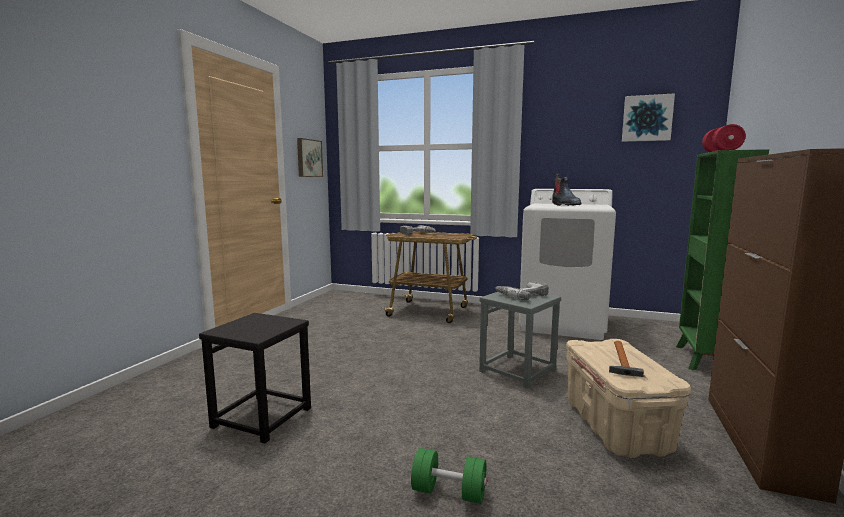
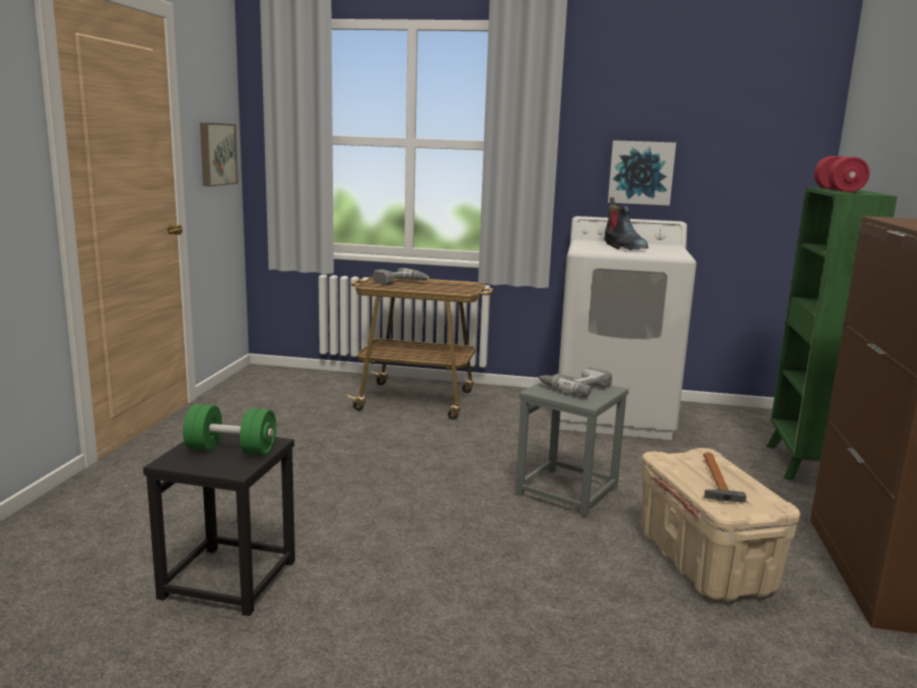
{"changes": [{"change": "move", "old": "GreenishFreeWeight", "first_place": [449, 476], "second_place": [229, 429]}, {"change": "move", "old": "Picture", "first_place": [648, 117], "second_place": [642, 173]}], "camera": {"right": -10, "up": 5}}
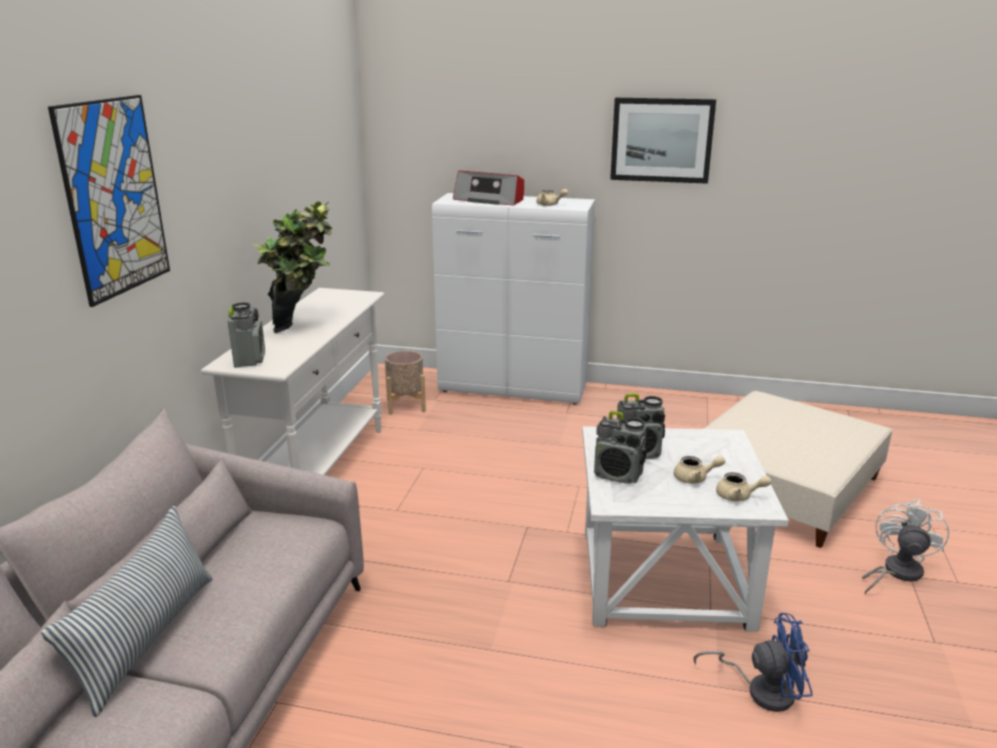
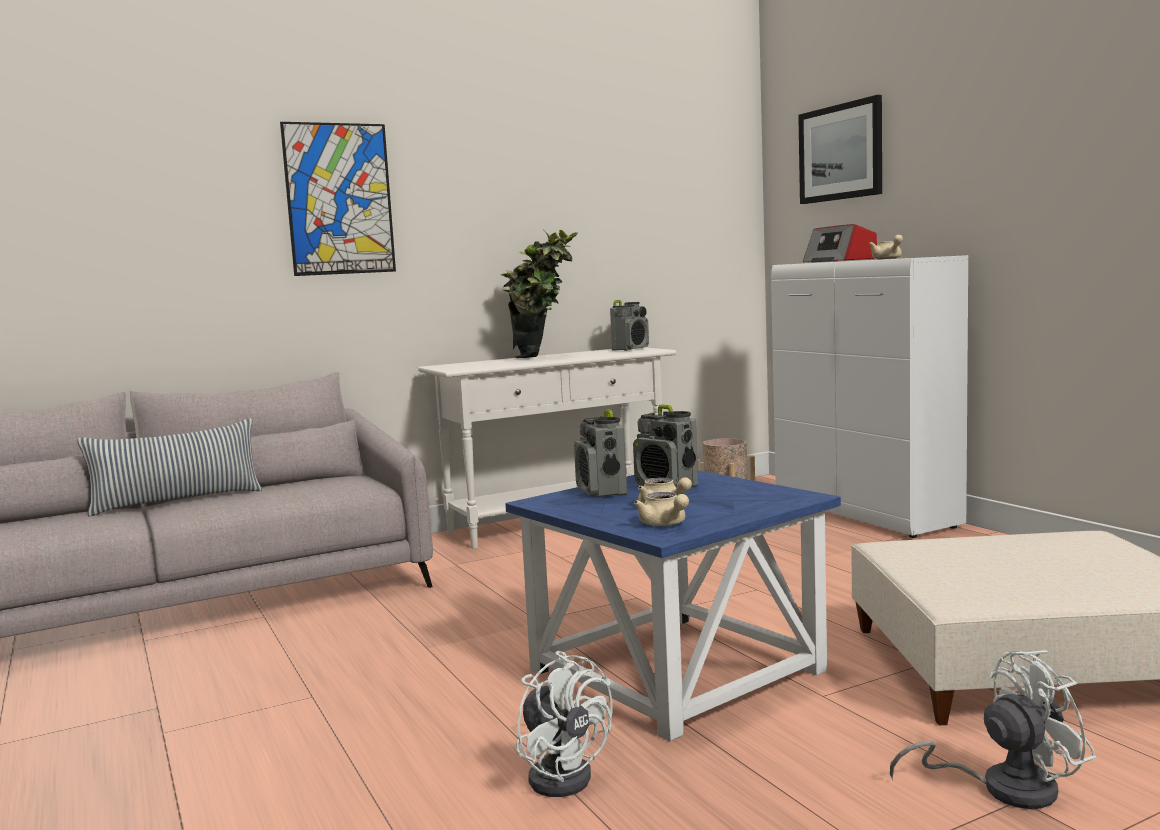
{"changes": [{"change": "move", "old": "Radio", "first_place": [246, 335], "second_place": [629, 325]}, {"change": "move", "old": "Picture", "first_place": [663, 141], "second_place": [840, 149]}, {"change": "recolor", "old": "WhitishSideTable", "new": "BlueColouredSideTable", "first_place": [685, 529], "second_place": [673, 605]}, {"change": "recolor", "old": "BlueColouredFan", "new": "WhitishFan", "first_place": [753, 662], "second_place": [564, 724]}], "camera": {"right": 50, "up": -15}}
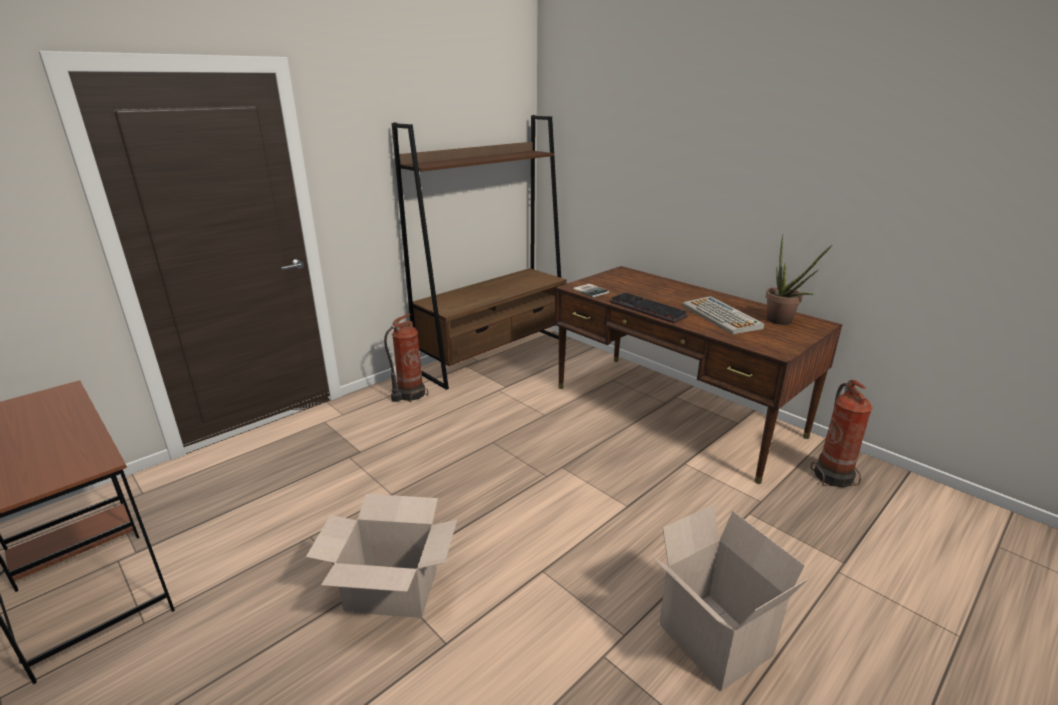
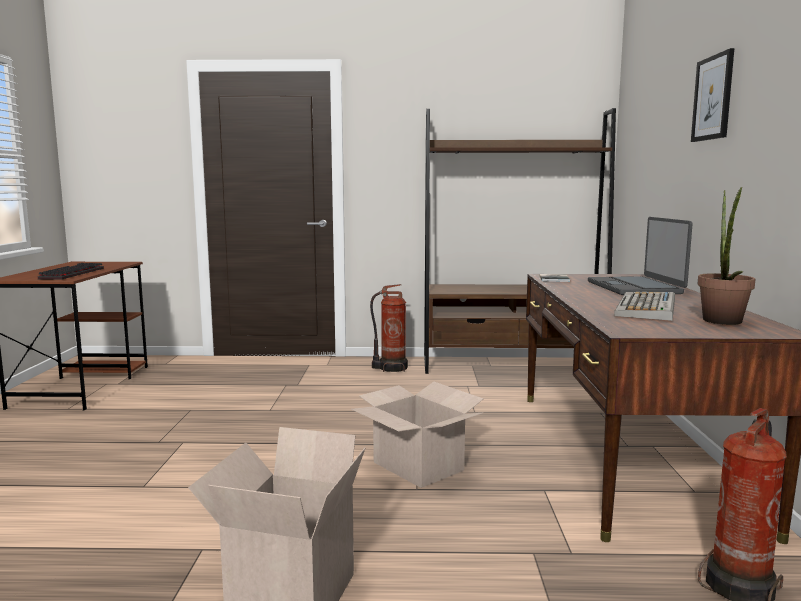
{"changes": [{"change": "insert", "new": "PortableComputer", "second_place": [640, 256]}, {"change": "insert", "new": "Picture", "second_place": [712, 95]}, {"change": "move", "old": "CardboardBox", "first_place": [381, 556], "second_place": [417, 435]}, {"change": "move", "old": "ComputerKeyboard", "first_place": [649, 308], "second_place": [71, 271]}], "camera": {"right": 45, "up": -15}}
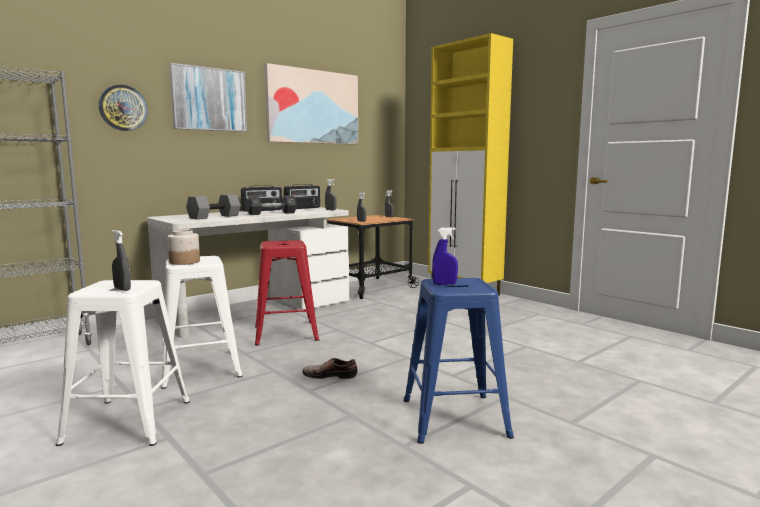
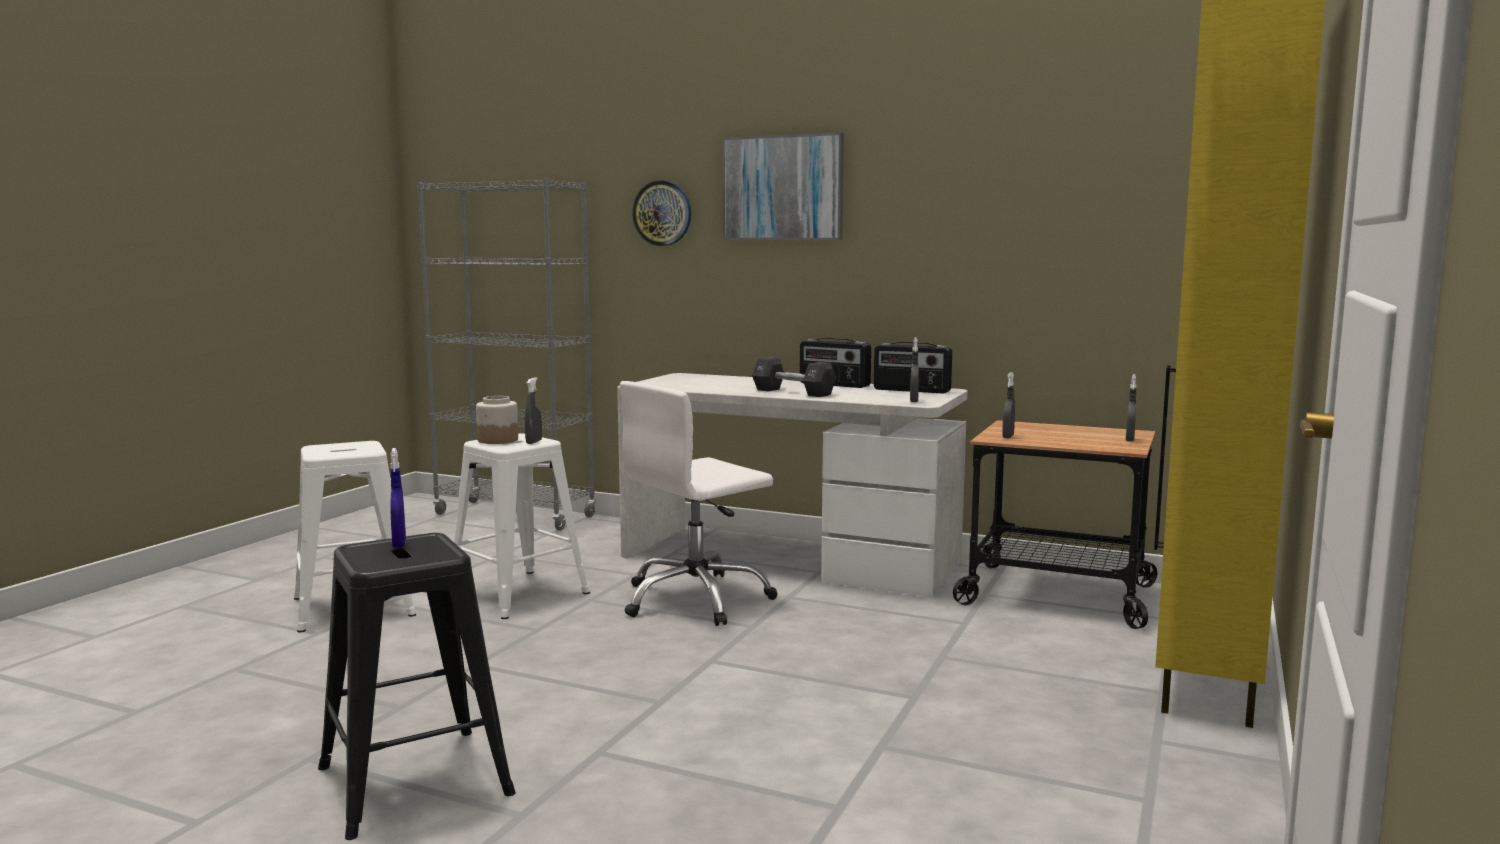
{"changes": [{"change": "delete", "old": "GreyishFreeWeight", "first_place": [213, 206]}, {"change": "delete", "old": "Picture", "first_place": [311, 103]}, {"change": "delete", "old": "Shoe", "first_place": [330, 368]}, {"change": "move", "old": "GreyishSprayer", "first_place": [121, 260], "second_place": [533, 410]}, {"change": "replace", "old": "RedStool", "new": "WhitishDeskChair", "first_place": [287, 293], "second_place": [699, 503]}, {"change": "recolor", "old": "BlueColouredStool", "new": "BlackStool", "first_place": [459, 361], "second_place": [417, 686]}], "camera": {"right": 65, "up": 0}}
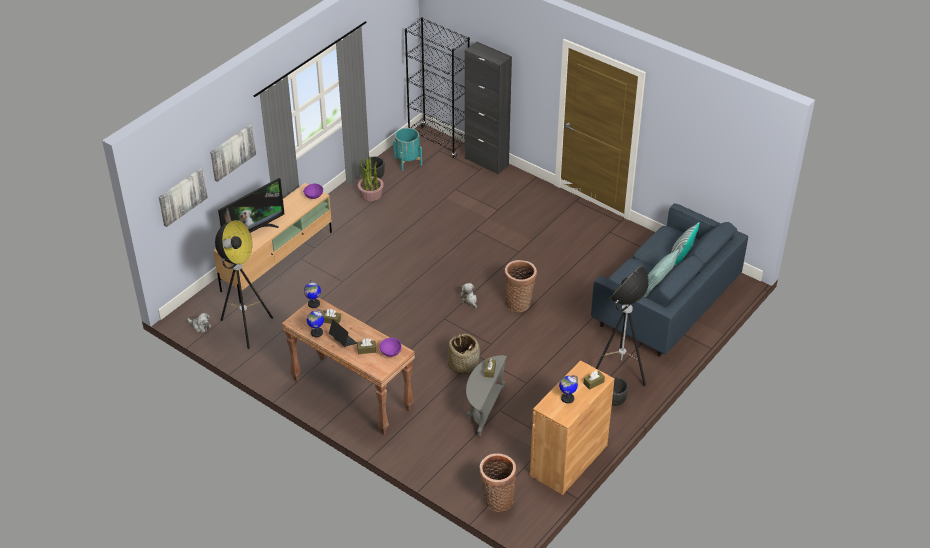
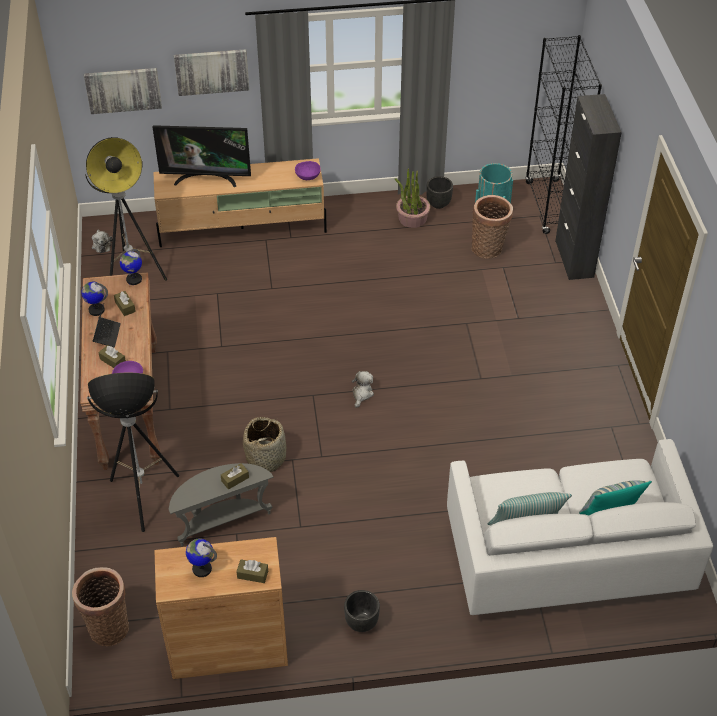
{"changes": [{"change": "move", "old": "StorageBasket", "first_place": [520, 286], "second_place": [492, 227]}, {"change": "move", "old": "FloorLamp", "first_place": [622, 325], "second_place": [133, 452]}, {"change": "recolor", "old": "BlueColouredSofa", "new": "WhitishSofa", "first_place": [669, 280], "second_place": [580, 527]}], "camera": {"right": 45, "up": 5}}
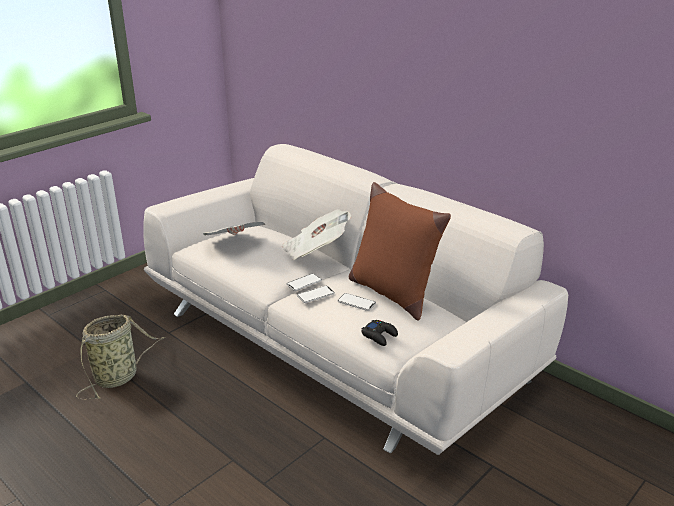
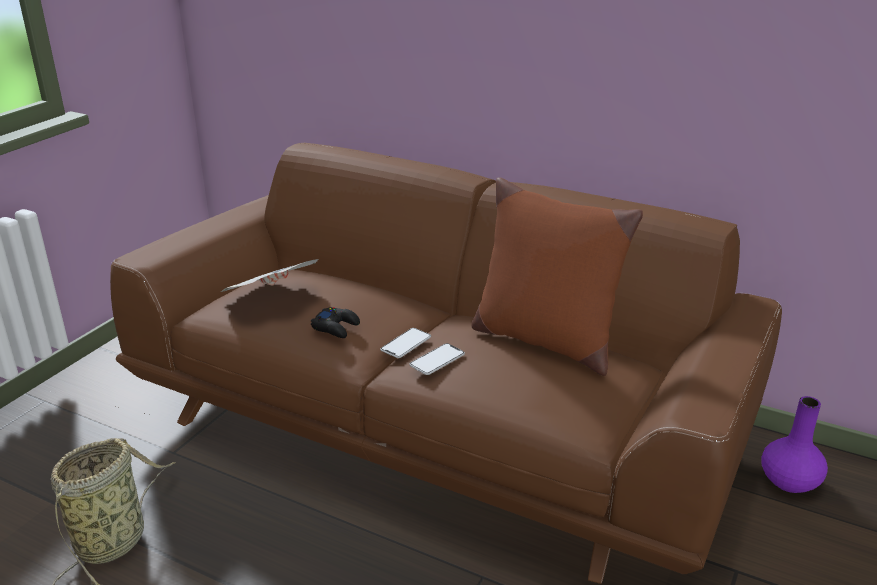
{"changes": [{"change": "delete", "old": "DailyPaper", "first_place": [317, 234]}, {"change": "delete", "old": "Telephone", "first_place": [356, 302]}, {"change": "insert", "new": "PurpleColouredDecorativeVase", "second_place": [795, 444]}, {"change": "move", "old": "BlackGameController", "first_place": [379, 333], "second_place": [335, 322]}, {"change": "recolor", "old": "WhitishSofa", "new": "BrownishSofa", "first_place": [355, 299], "second_place": [446, 363]}], "camera": {"right": -15, "up": 0}}
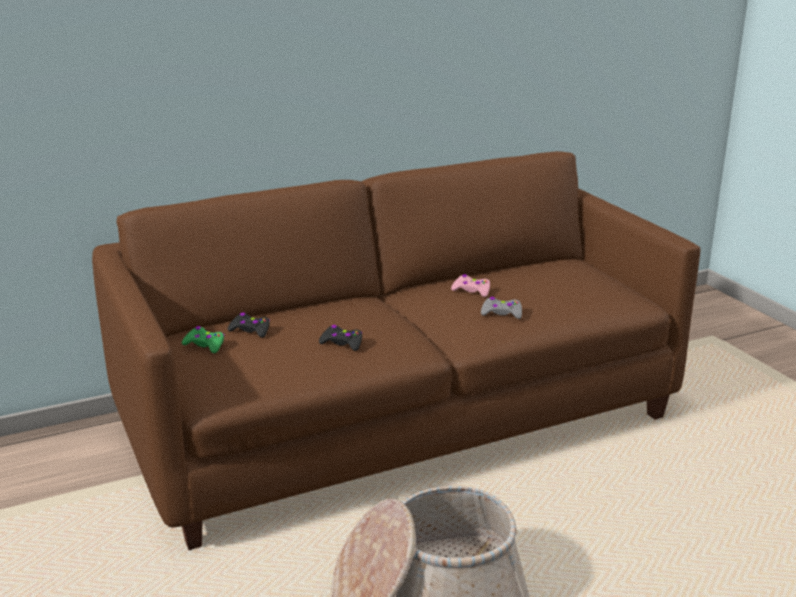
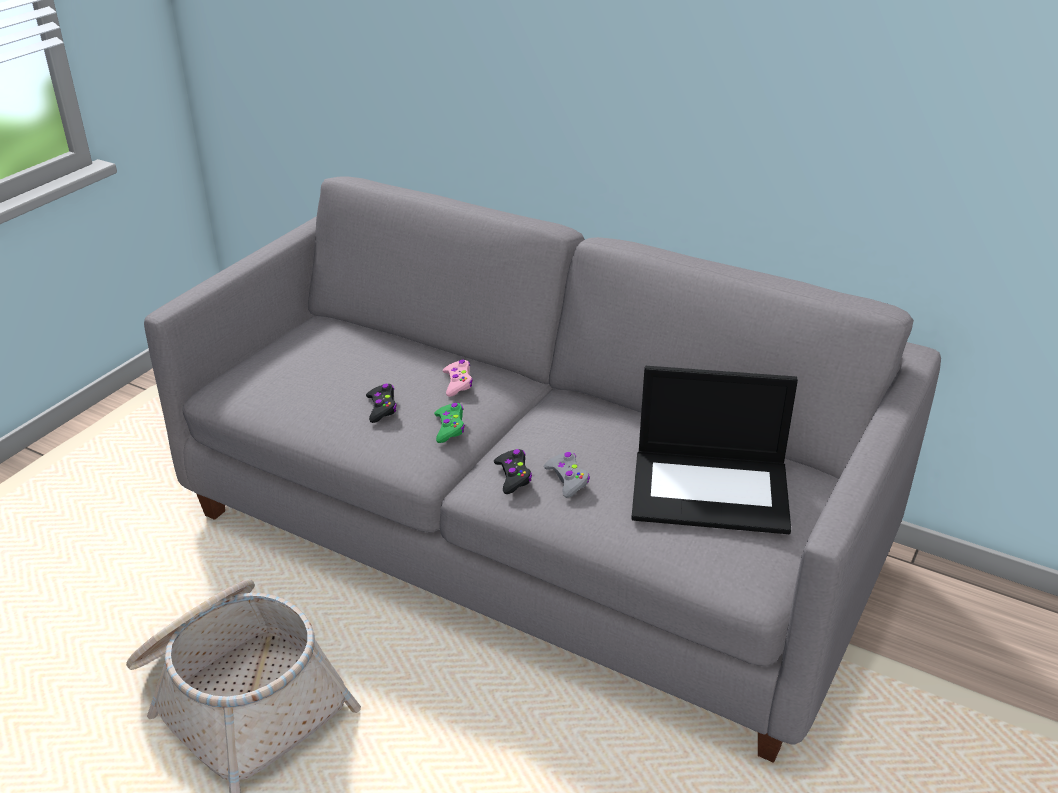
{"changes": [{"change": "insert", "new": "PortableComputer", "second_place": [714, 450]}, {"change": "move", "old": "GreenishGameController", "first_place": [203, 339], "second_place": [449, 423]}, {"change": "move", "old": "BlackGameController", "first_place": [249, 325], "second_place": [513, 471]}, {"change": "move", "old": "PinkColouredGameController", "first_place": [470, 285], "second_place": [458, 378]}, {"change": "recolor", "old": "BrownishSofa", "new": "GreyishSofa", "first_place": [396, 350], "second_place": [542, 469]}], "camera": {"right": 55, "up": 10}}
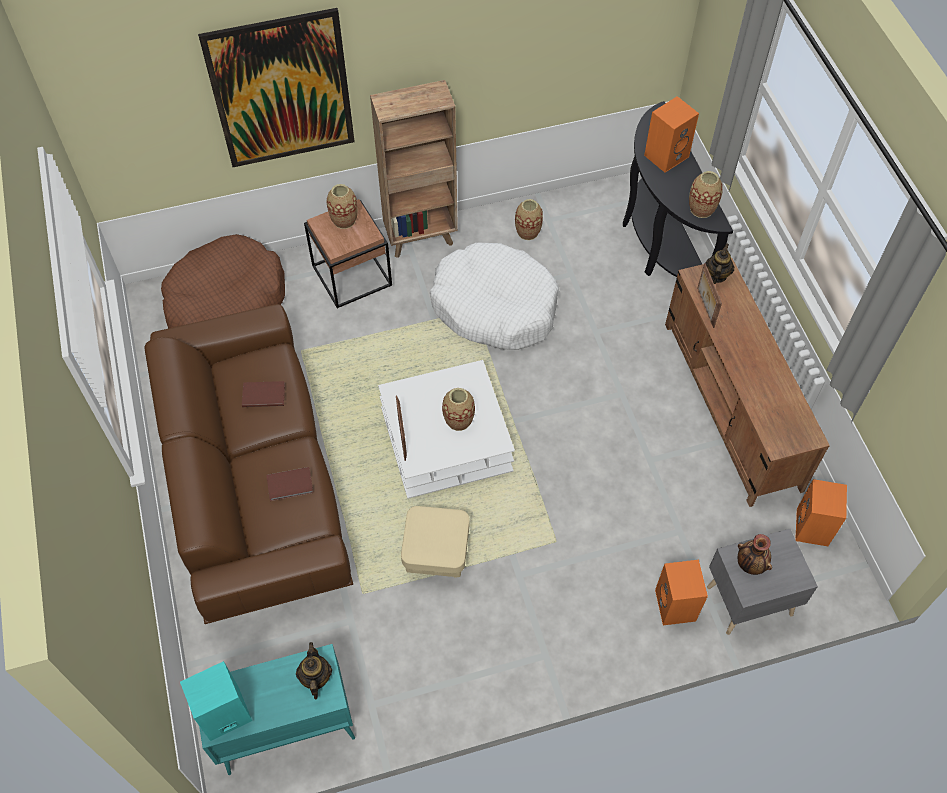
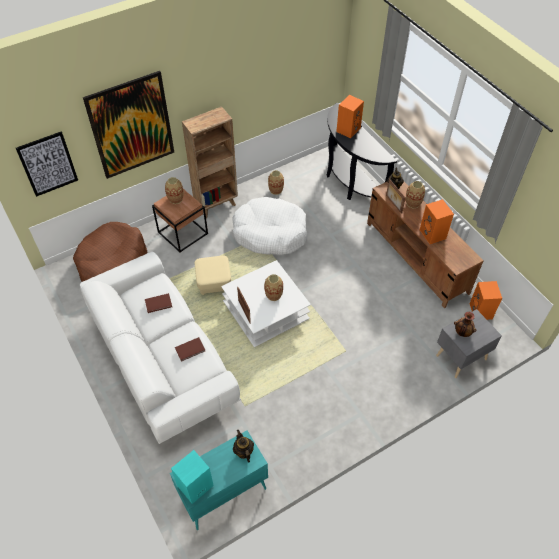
{"changes": [{"change": "insert", "new": "Picture", "second_place": [47, 164]}, {"change": "move", "old": "BeigePouffe", "first_place": [435, 542], "second_place": [212, 275]}, {"change": "move", "old": "OrangeyAudioSpeaker", "first_place": [681, 592], "second_place": [437, 221]}, {"change": "move", "old": "DecorativeVase", "first_place": [706, 194], "second_place": [415, 194]}, {"change": "recolor", "old": "BrownishSofa", "new": "WhitishSofa", "first_place": [248, 464], "second_place": [160, 348]}], "camera": {"right": -15, "up": -5}}
